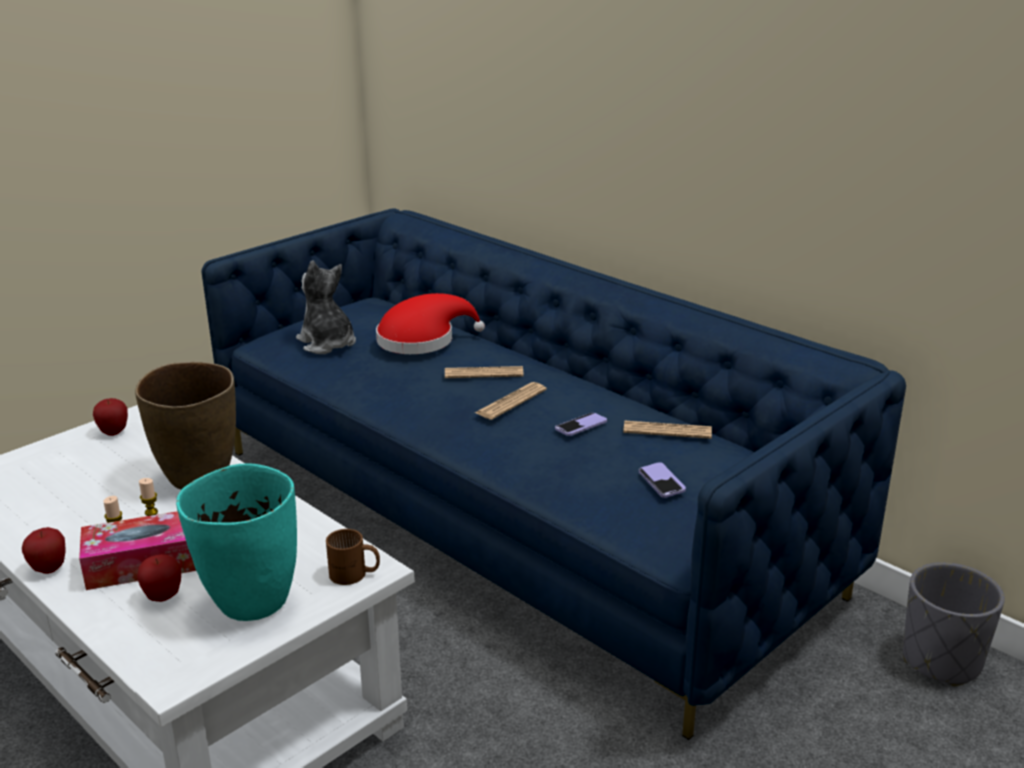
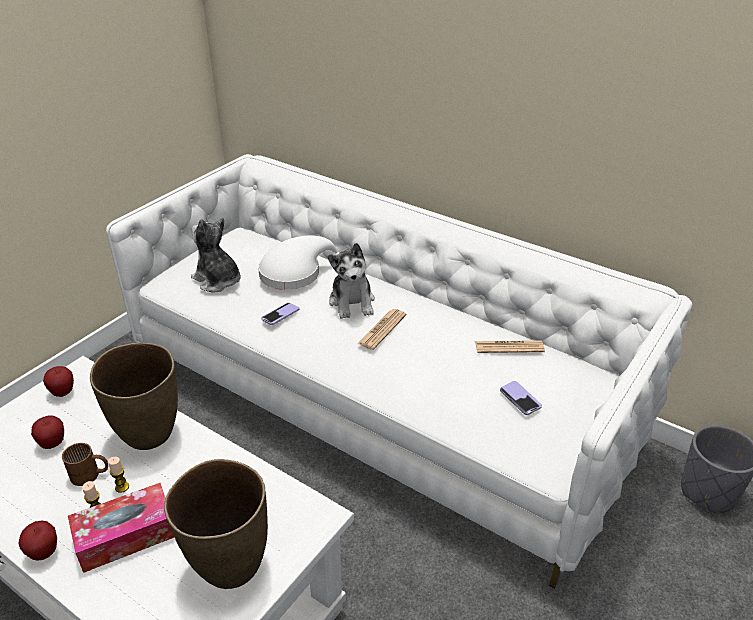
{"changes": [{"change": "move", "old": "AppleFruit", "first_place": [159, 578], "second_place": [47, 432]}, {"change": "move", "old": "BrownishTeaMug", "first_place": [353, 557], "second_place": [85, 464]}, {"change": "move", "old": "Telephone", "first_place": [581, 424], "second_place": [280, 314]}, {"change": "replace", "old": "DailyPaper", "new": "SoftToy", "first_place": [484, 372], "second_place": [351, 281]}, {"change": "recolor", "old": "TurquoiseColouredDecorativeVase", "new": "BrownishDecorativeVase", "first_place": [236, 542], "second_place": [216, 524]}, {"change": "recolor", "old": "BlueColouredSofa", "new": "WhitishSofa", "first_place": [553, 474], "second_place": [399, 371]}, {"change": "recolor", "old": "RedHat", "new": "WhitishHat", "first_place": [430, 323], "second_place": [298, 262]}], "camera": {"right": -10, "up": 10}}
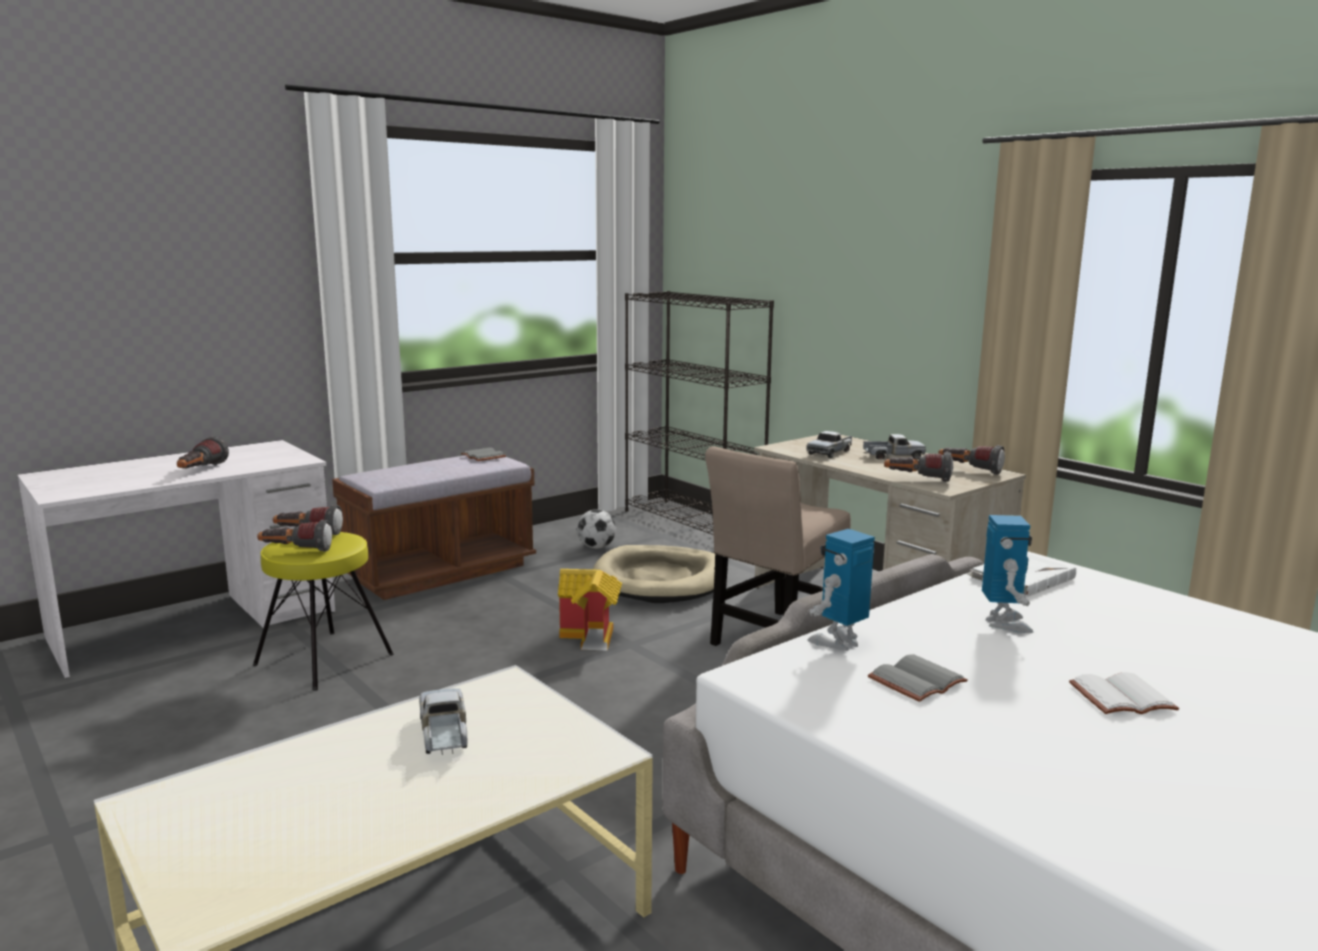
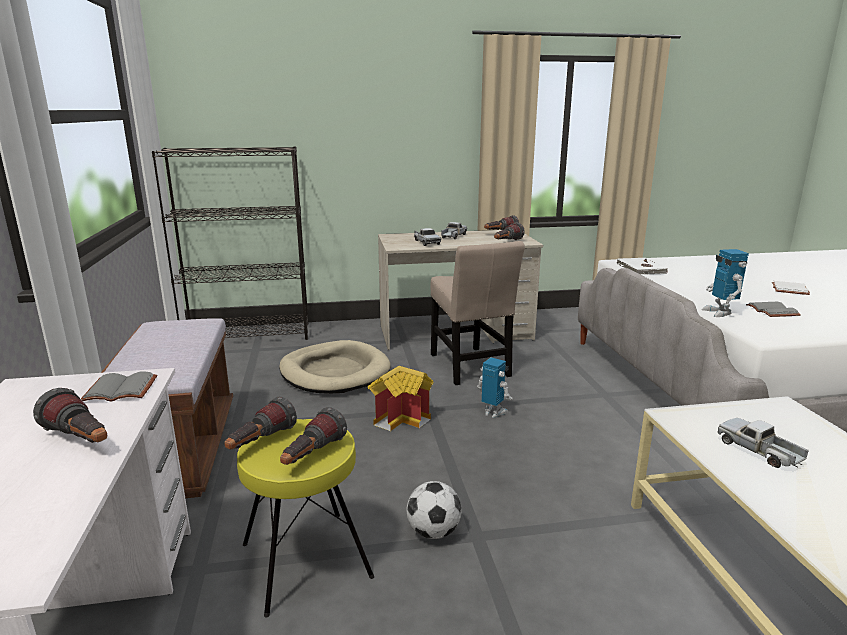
{"changes": [{"change": "move", "old": "GreyishVolume", "first_place": [483, 454], "second_place": [119, 386]}, {"change": "move", "old": "FootballBall", "first_place": [596, 529], "second_place": [434, 510]}, {"change": "move", "old": "ModelRobot", "first_place": [1007, 574], "second_place": [494, 387]}, {"change": "rotate", "old": "ModelTruck", "first_place": [443, 721], "second_place": [763, 443], "degrees": 45}], "camera": {"right": -60, "up": 5}}
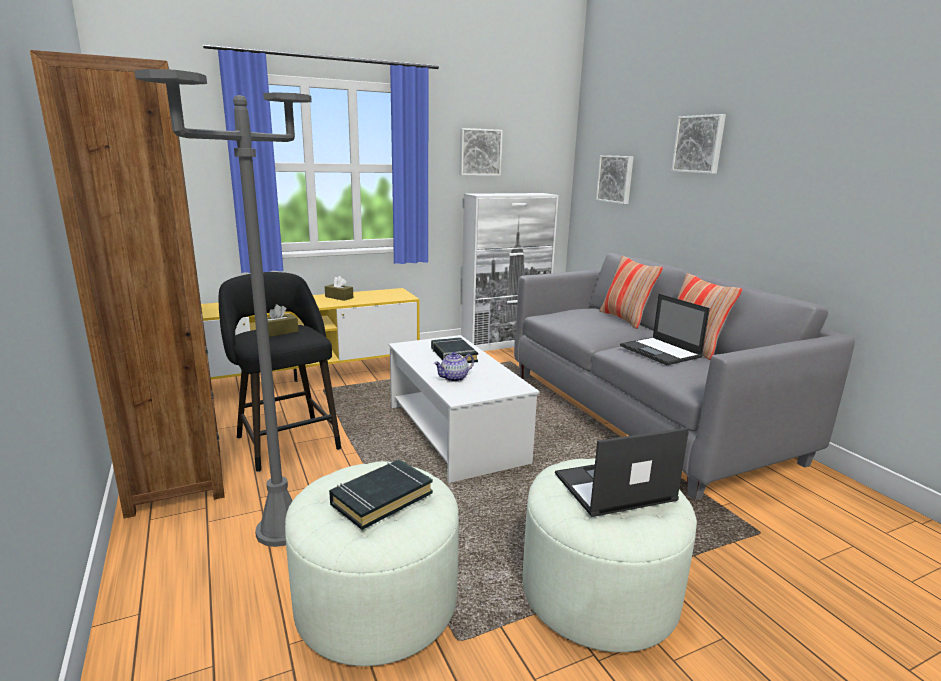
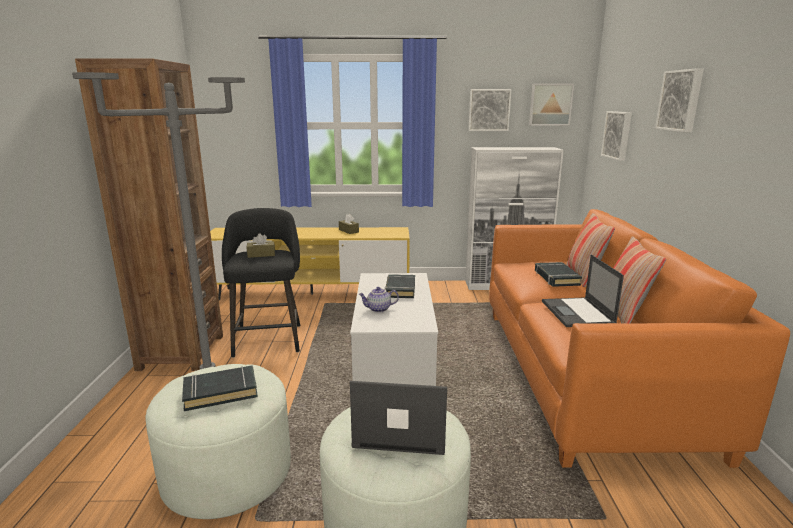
{"changes": [{"change": "insert", "new": "Picture", "second_place": [551, 105]}, {"change": "insert", "new": "BlackVolume", "second_place": [558, 274]}, {"change": "recolor", "old": "GreyishSofa", "new": "OrangeySofa", "first_place": [684, 376], "second_place": [639, 338]}], "camera": {"right": 25, "up": 0}}
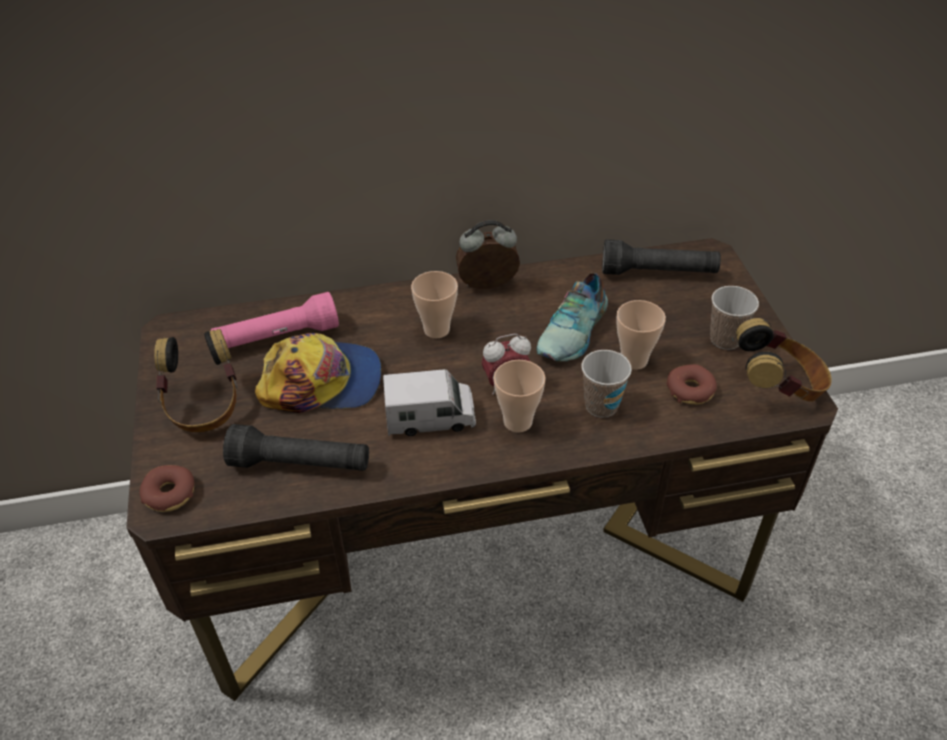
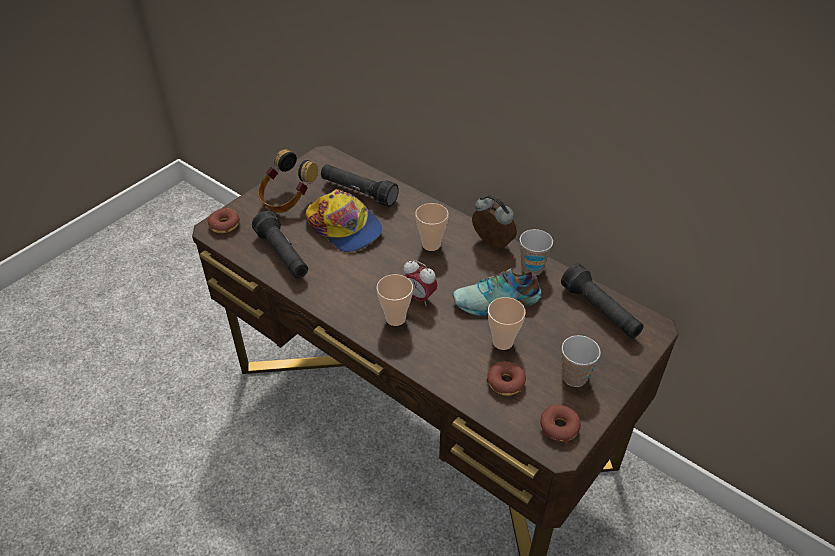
{"changes": [{"change": "delete", "old": "ModelTruck", "first_place": [429, 402]}, {"change": "move", "old": "Cup", "first_place": [606, 384], "second_place": [536, 252]}, {"change": "replace", "old": "Headset", "new": "Doughnut", "first_place": [784, 360], "second_place": [560, 424]}, {"change": "recolor", "old": "PinkColouredTorch", "new": "BlackTorch", "first_place": [275, 320], "second_place": [360, 185]}], "camera": {"right": 50, "up": 0}}
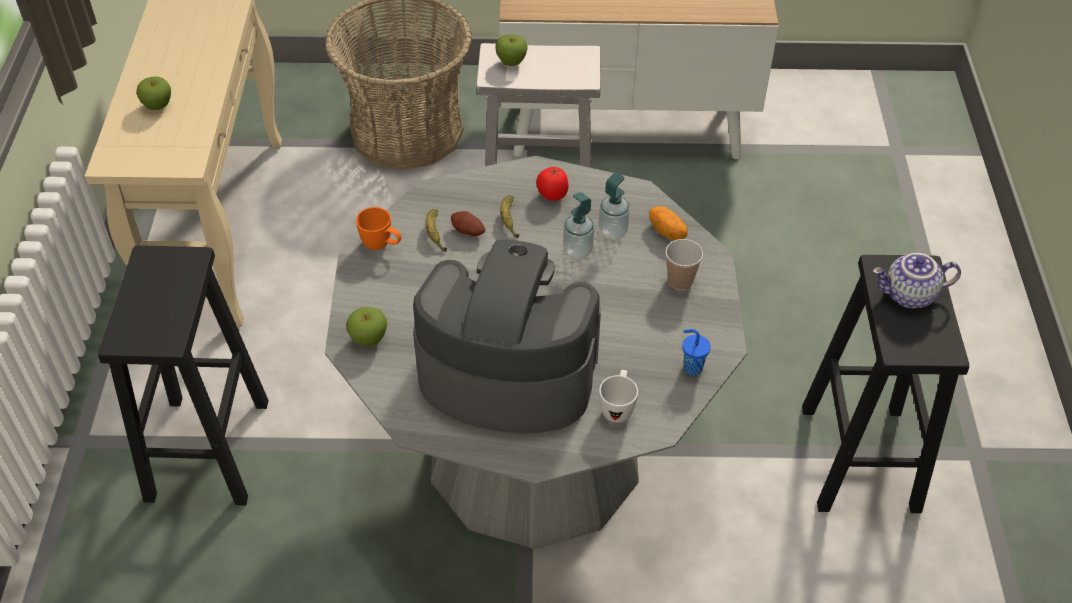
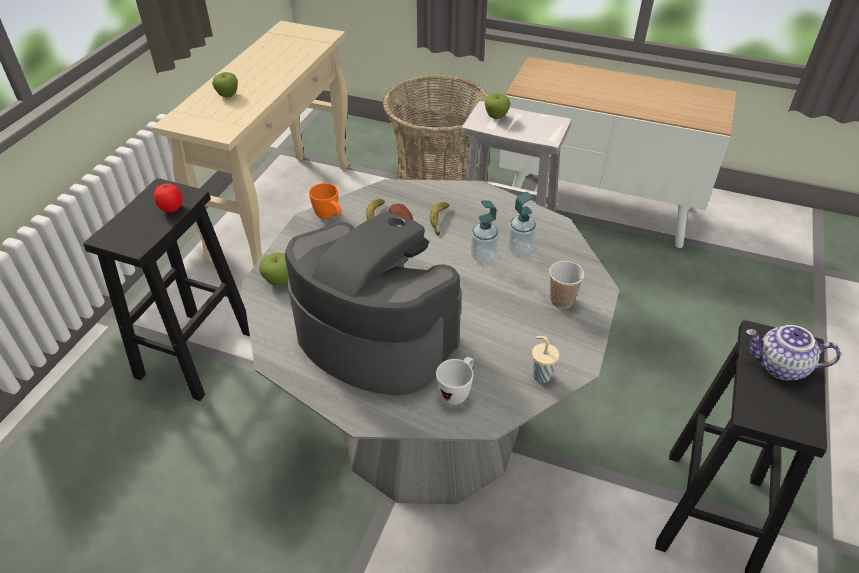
{"changes": [{"change": "delete", "old": "Potato", "first_place": [668, 223]}, {"change": "move", "old": "Tomato", "first_place": [552, 184], "second_place": [168, 197]}, {"change": "recolor", "old": "BlueColouredCup", "new": "BeigeCup", "first_place": [696, 352], "second_place": [545, 359]}], "camera": {"right": 20, "up": -5}}
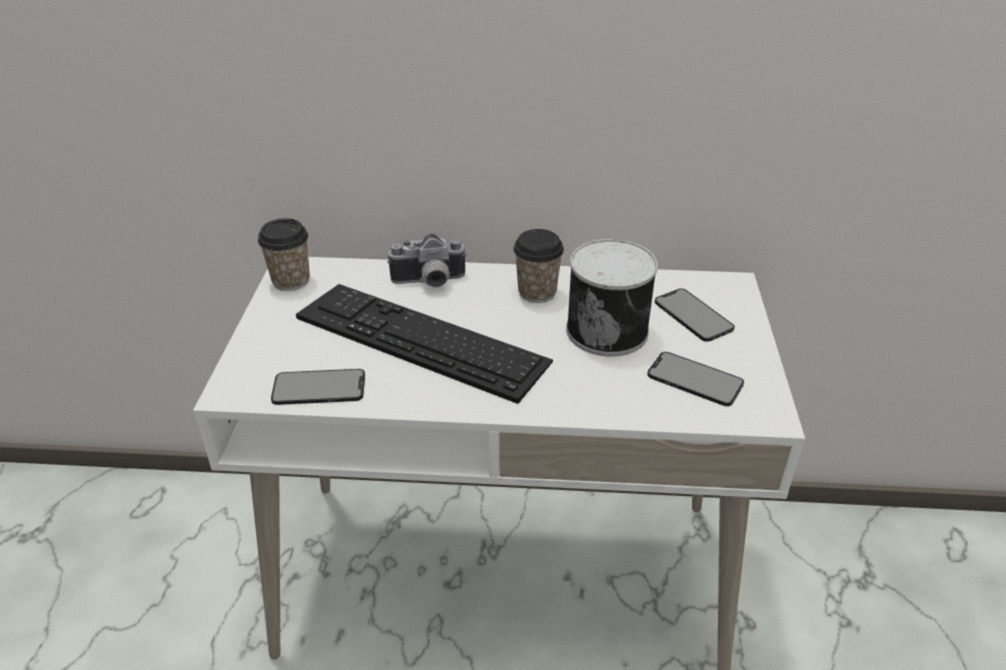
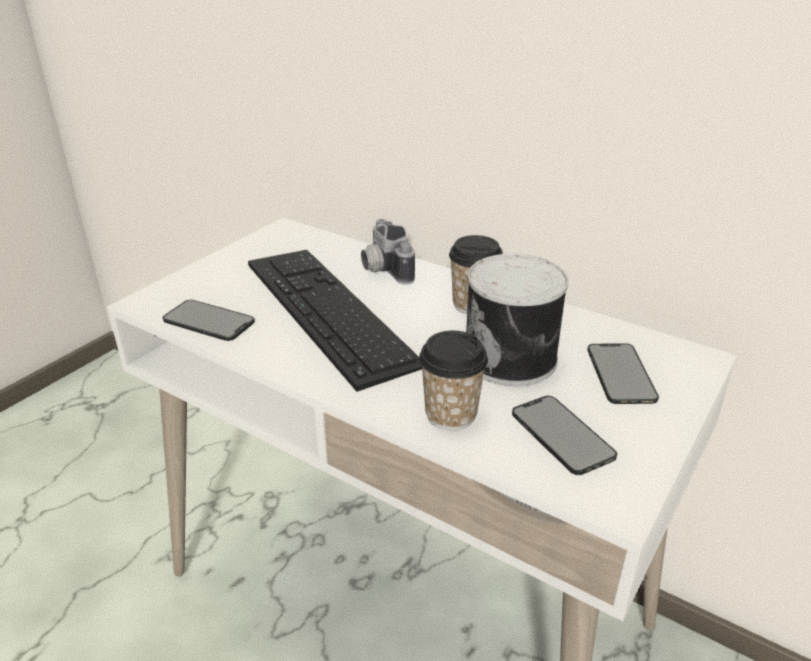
{"changes": [{"change": "move", "old": "Cup", "first_place": [284, 254], "second_place": [453, 380]}, {"change": "rotate", "old": "StillCamera", "first_place": [427, 260], "second_place": [388, 251], "degrees": 45}], "camera": {"right": 30, "up": -5}}
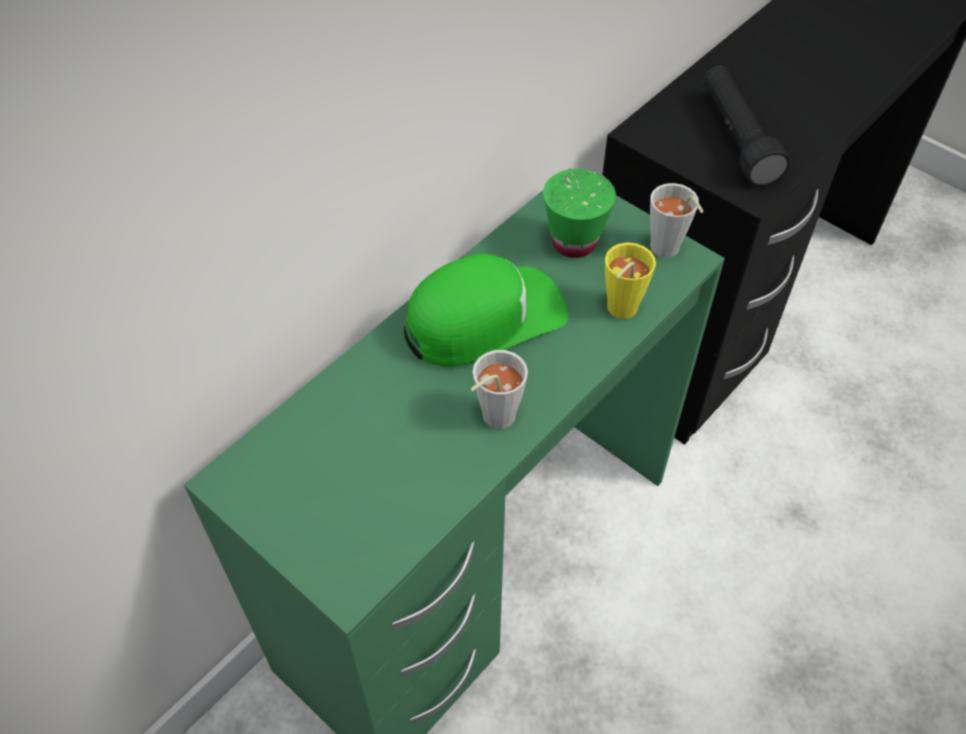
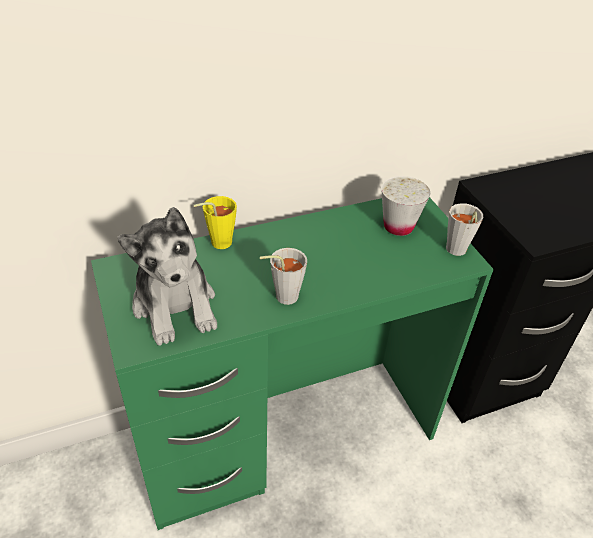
{"changes": [{"change": "delete", "old": "GreenishBaseballCap", "first_place": [486, 310]}, {"change": "delete", "old": "BlackTorch", "first_place": [747, 126]}, {"change": "insert", "new": "SoftToy", "second_place": [167, 276]}, {"change": "move", "old": "YellowColouredCup", "first_place": [630, 280], "second_place": [215, 222]}, {"change": "recolor", "old": "GreenishCup", "new": "WhitishCup", "first_place": [579, 213], "second_place": [405, 206]}], "camera": {"right": 25, "up": -10}}
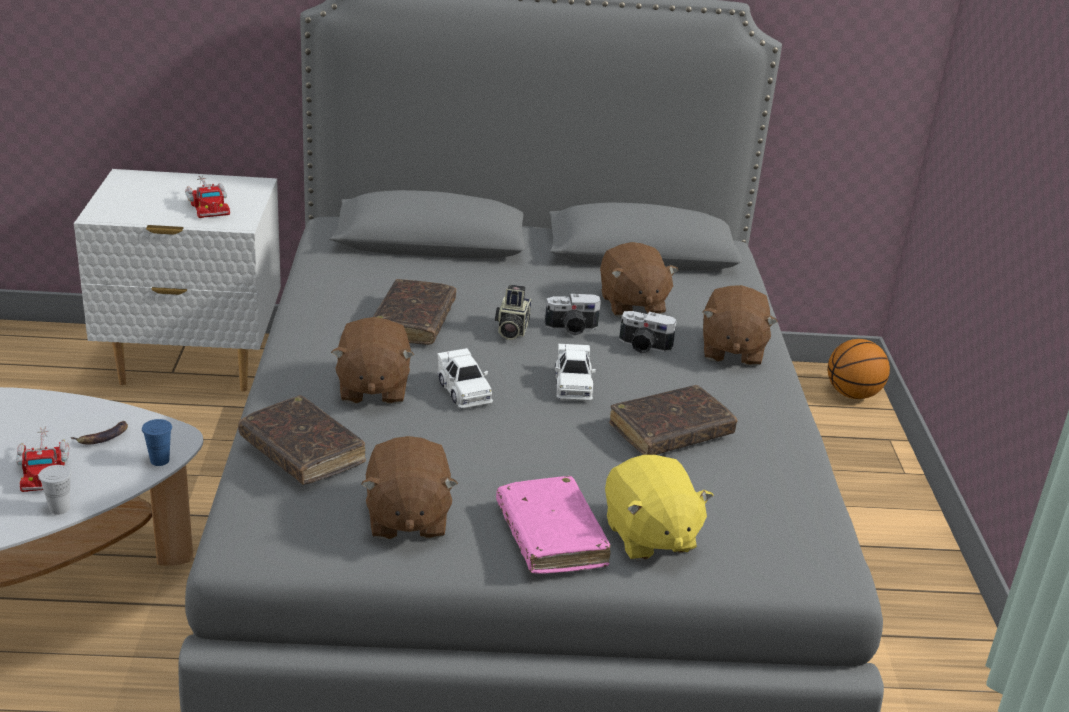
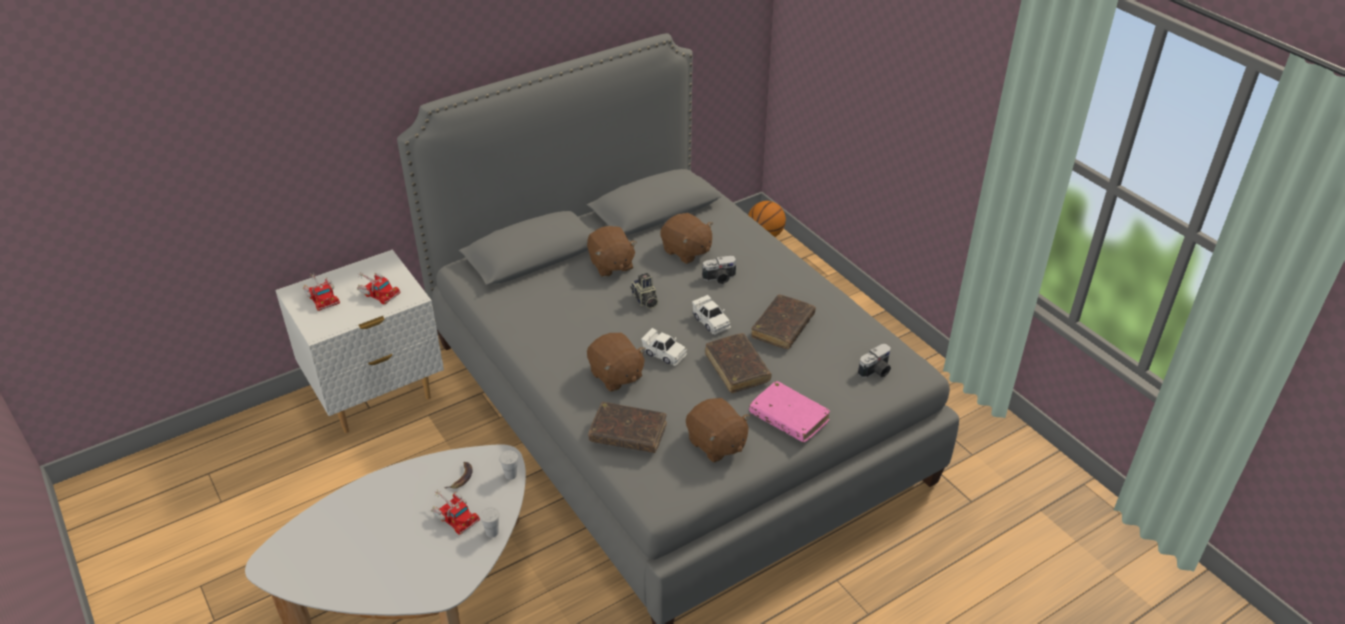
{"changes": [{"change": "delete", "old": "YellowColouredSoftToy", "first_place": [659, 508]}, {"change": "insert", "new": "ModelTruck", "second_place": [321, 292]}, {"change": "move", "old": "BrownishVolume", "first_place": [414, 312], "second_place": [738, 363]}, {"change": "move", "old": "StillCamera", "first_place": [573, 315], "second_place": [874, 361]}, {"change": "move", "old": "BrownishSoftToy", "first_place": [740, 325], "second_place": [612, 251]}, {"change": "recolor", "old": "BlueColouredCup", "new": "WhitishCup", "first_place": [157, 442], "second_place": [508, 465]}], "camera": {"right": -30, "up": 10}}
